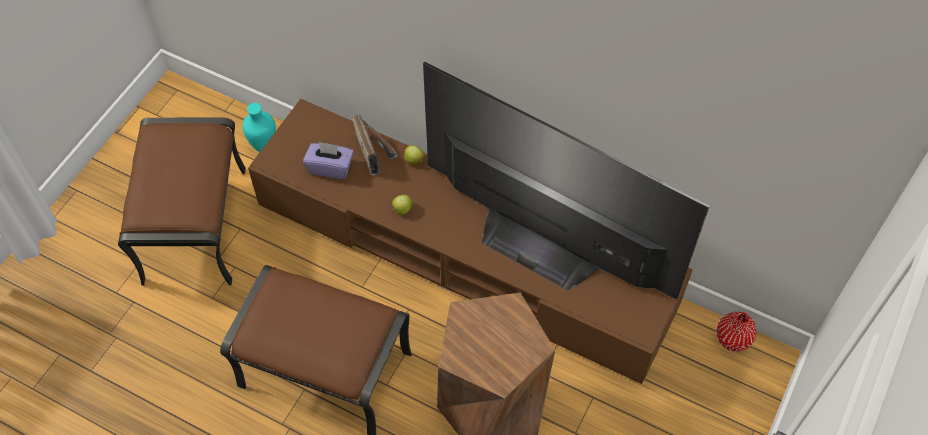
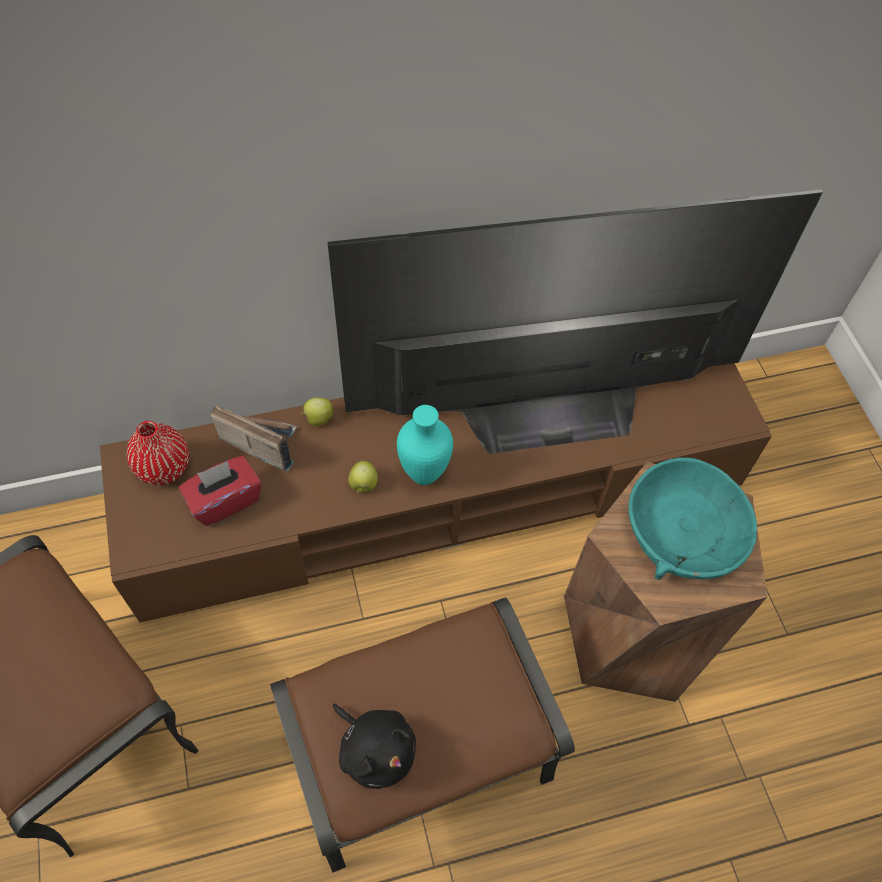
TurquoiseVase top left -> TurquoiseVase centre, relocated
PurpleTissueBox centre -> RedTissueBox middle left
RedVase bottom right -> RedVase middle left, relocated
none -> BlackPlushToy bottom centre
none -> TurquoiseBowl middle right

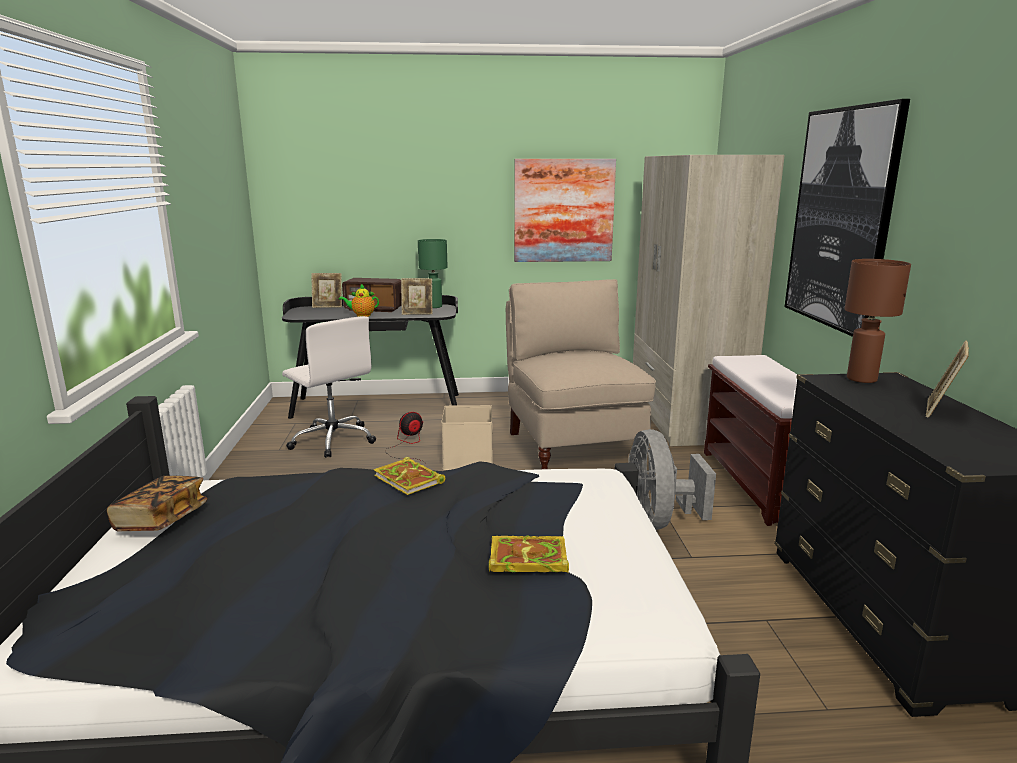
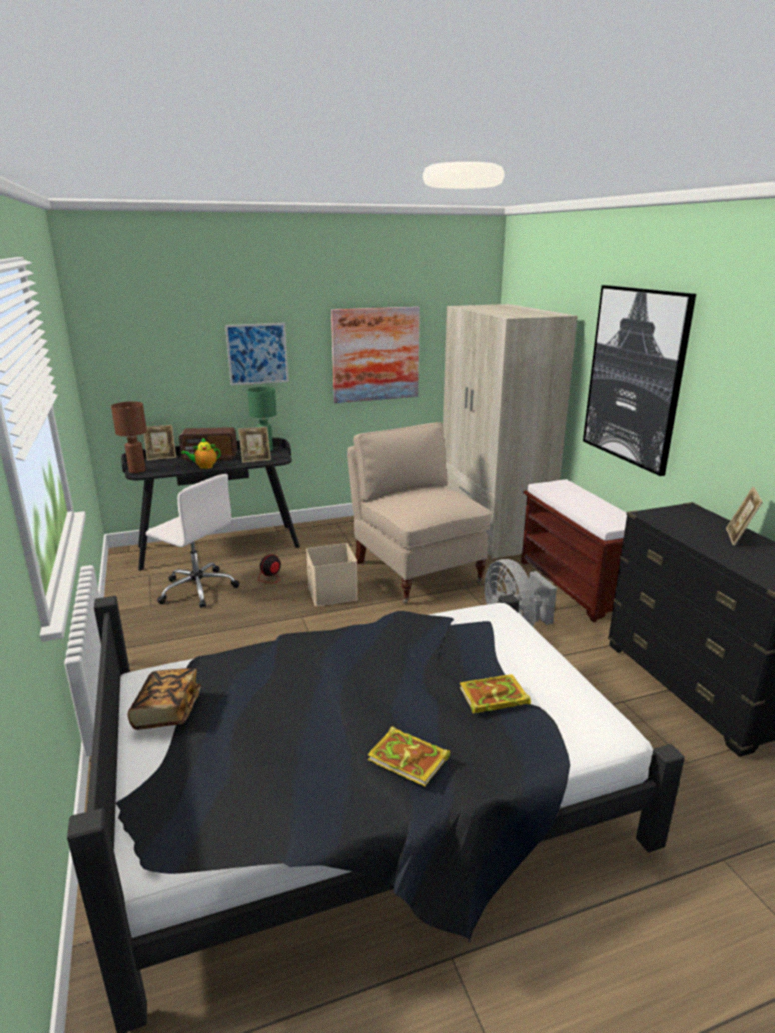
Book (no. 2 from left) centre -> Book (no. 2 from left) bottom centre, relocated
BrownTableLamp middle right -> BrownTableLamp middle left, relocated
none -> Picture (no. 1 from left) middle left

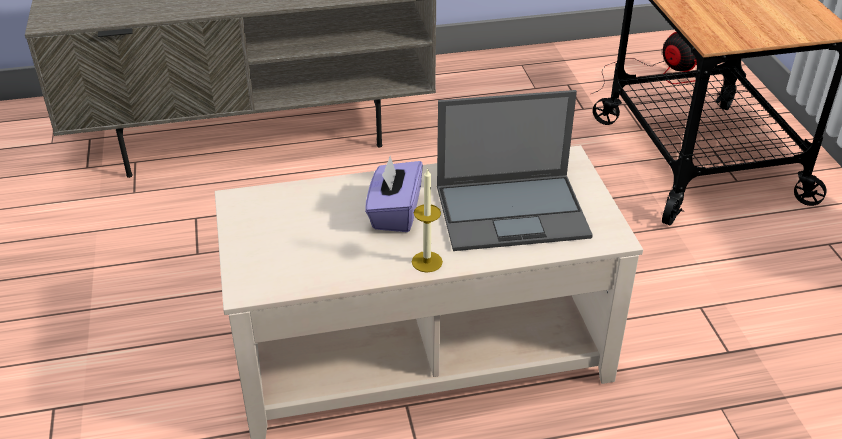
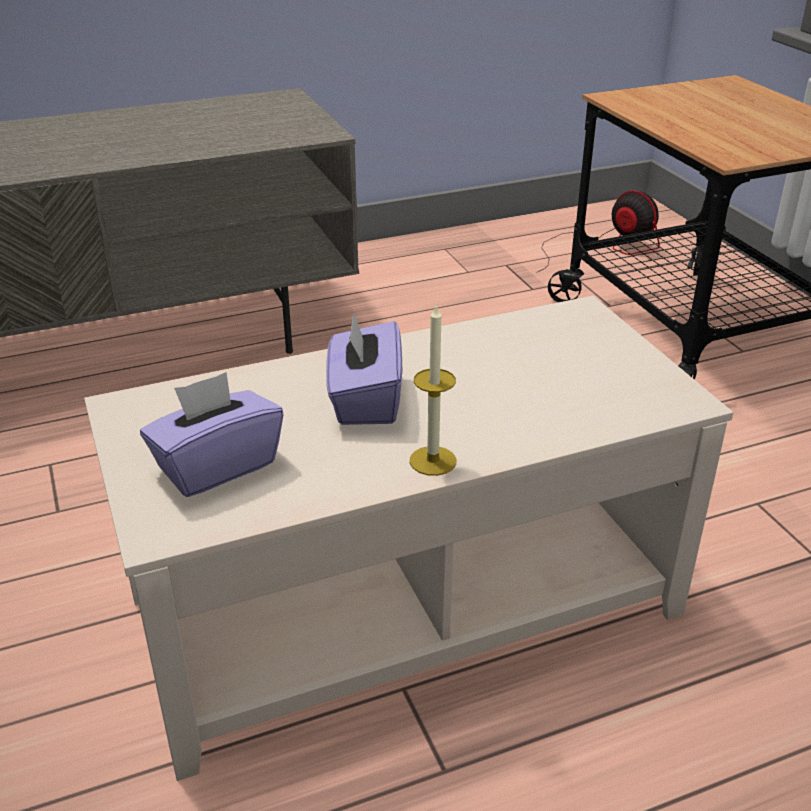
Laptop centre -> none
none -> PurpleTissueBox (no. 1 from left) middle left

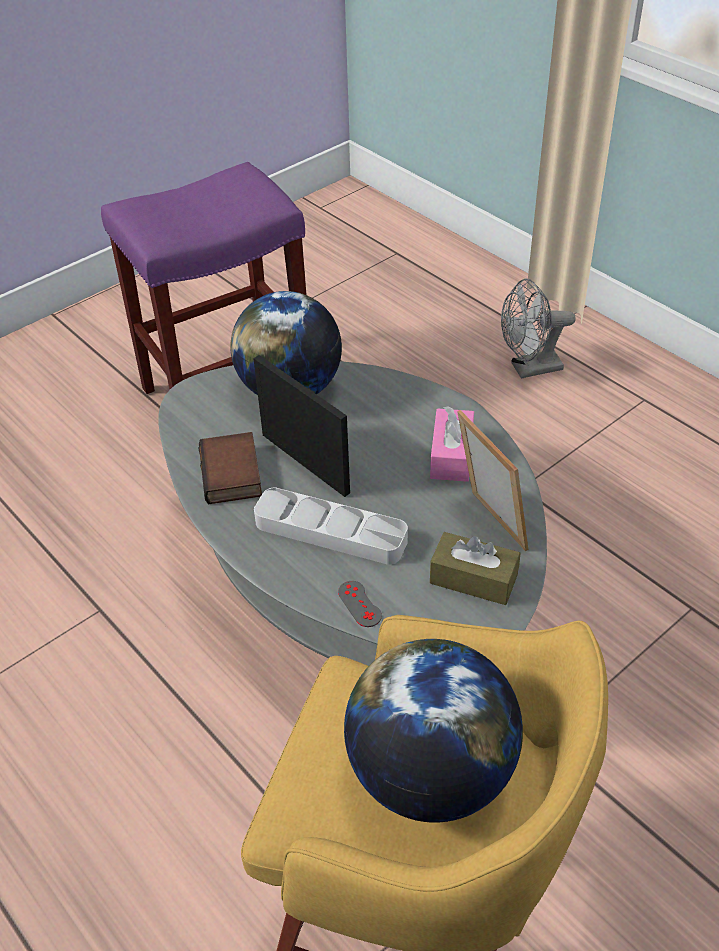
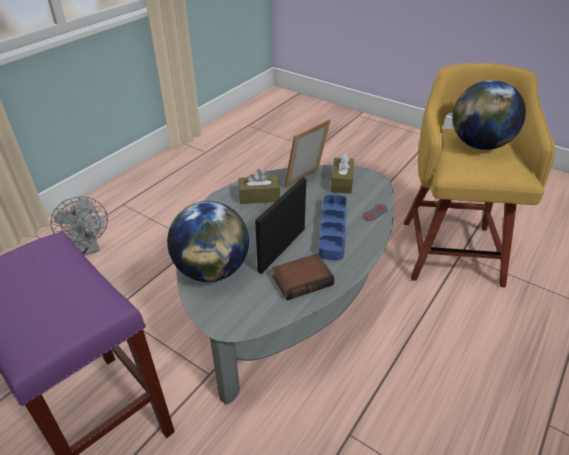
GreyTray centre -> BlueTray centre
PinkTissueBox centre -> BrownTissueBox (no. 1 from left) centre

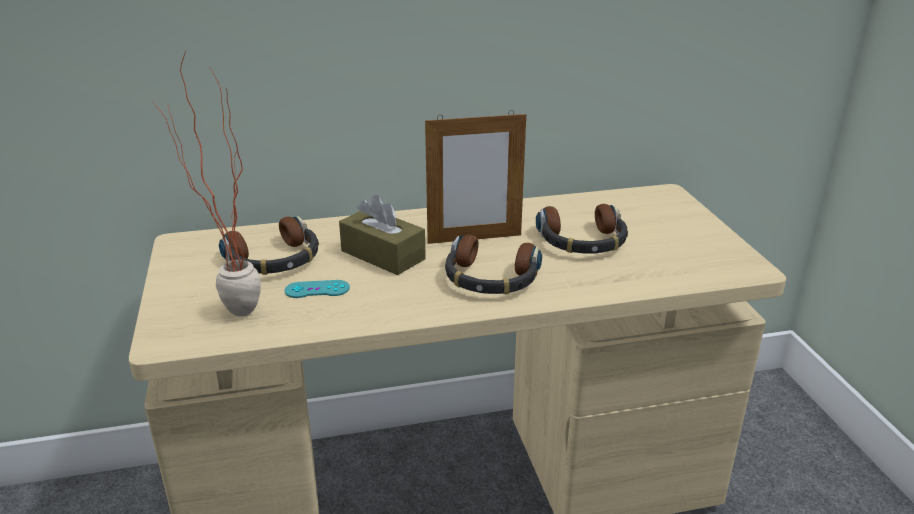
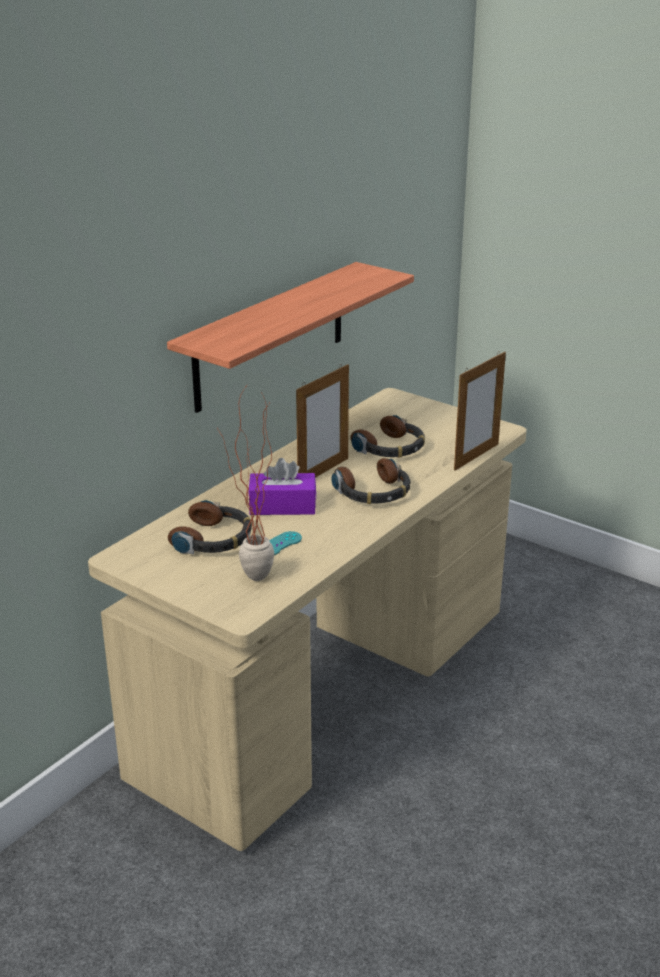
BrownTissueBox centre -> PurpleTissueBox centre
none -> Shelf centre
none -> PictureFrame (no. 2 from left) middle right

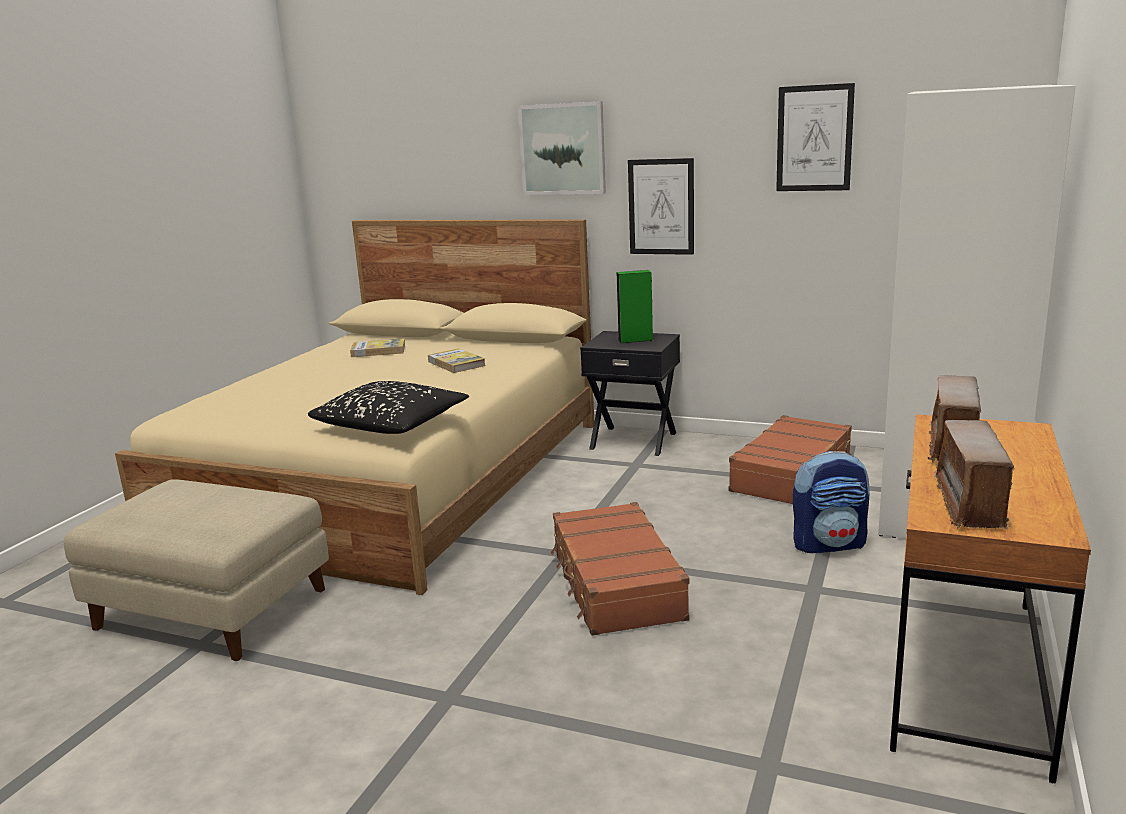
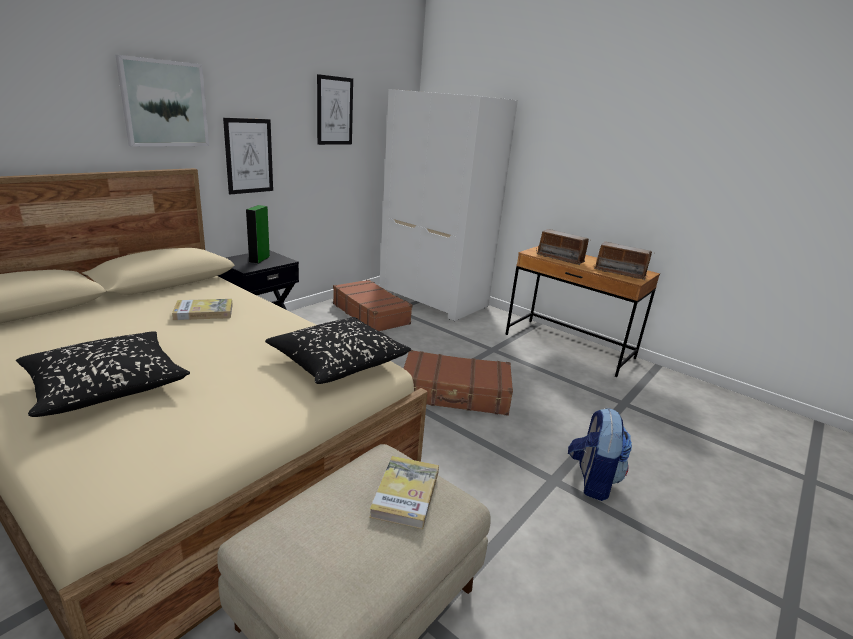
Book (no. 1 from left in the first image) centre -> Book (no. 2 from left) bottom centre, relocated
Backpack middle right -> Backpack bottom right, relocated
none -> BlackPillow (no. 1 from left) middle left

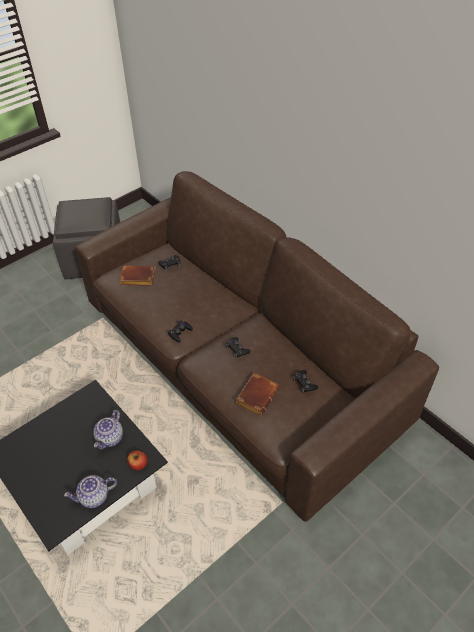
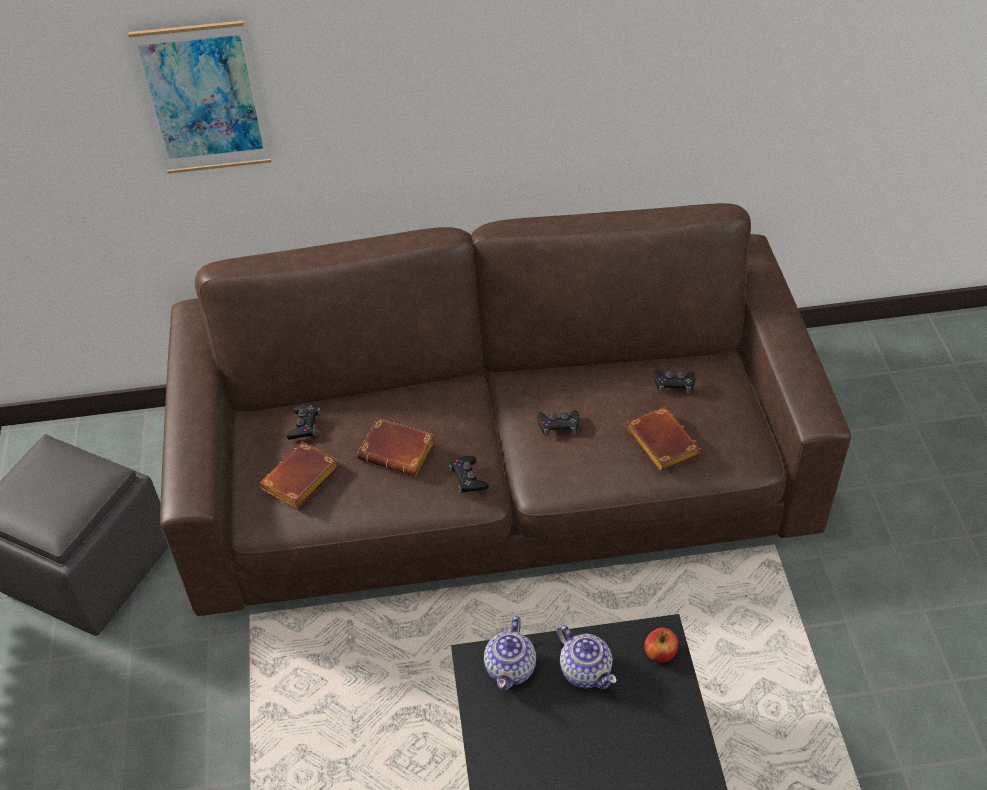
Teapot (no. 1 from left) bottom left -> Teapot (no. 1 from left) bottom centre, relocated
none -> Picture top left
none -> BrownBook (no. 2 from left) centre

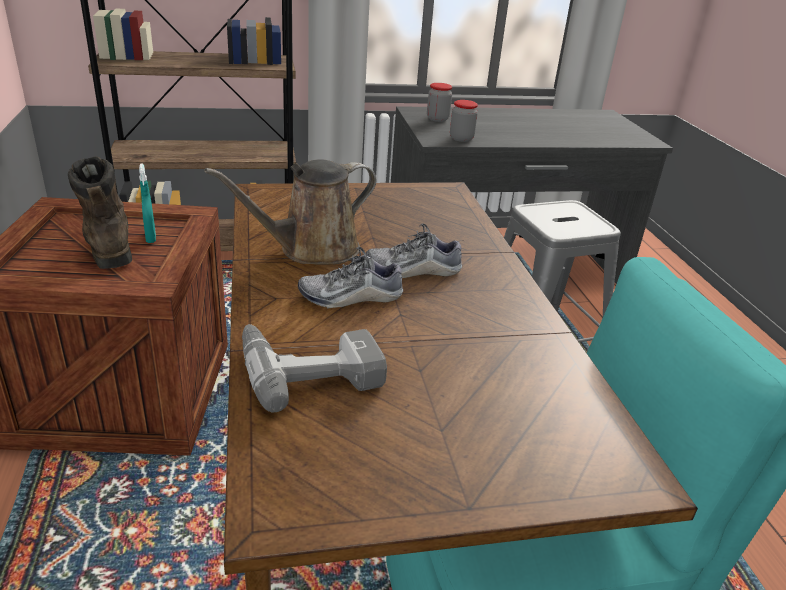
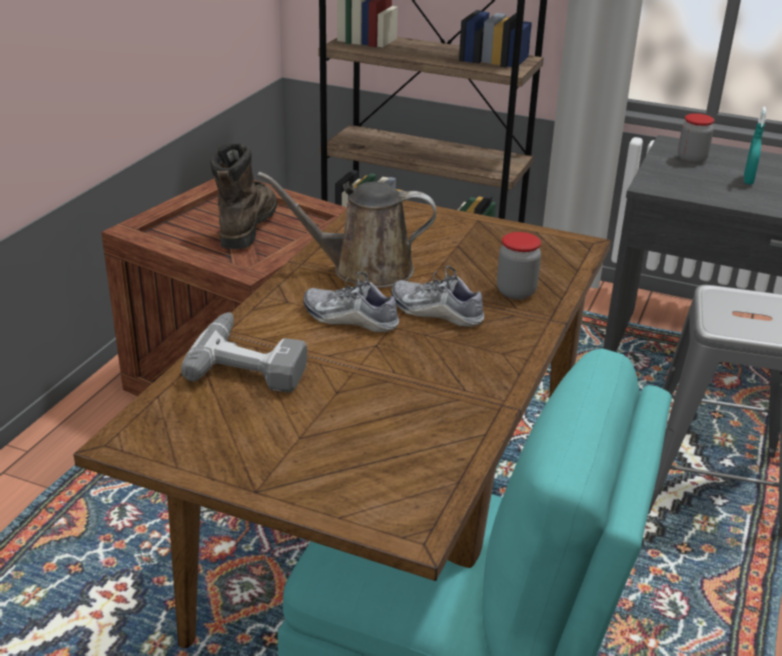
TurquoiseSprayBottle middle left -> TurquoiseSprayBottle top right, relocated
Jar (no. 2 from left in the first image) top centre -> Jar (no. 1 from left) centre, relocated

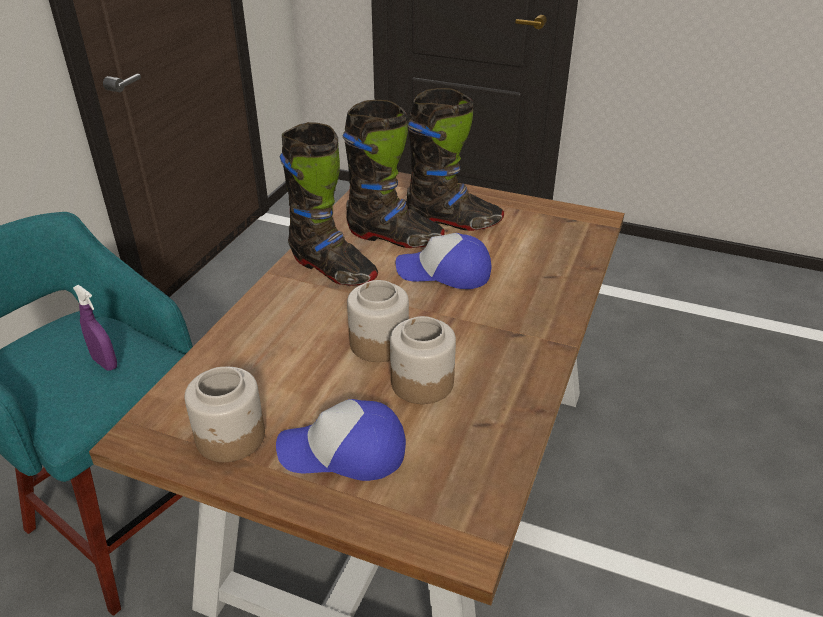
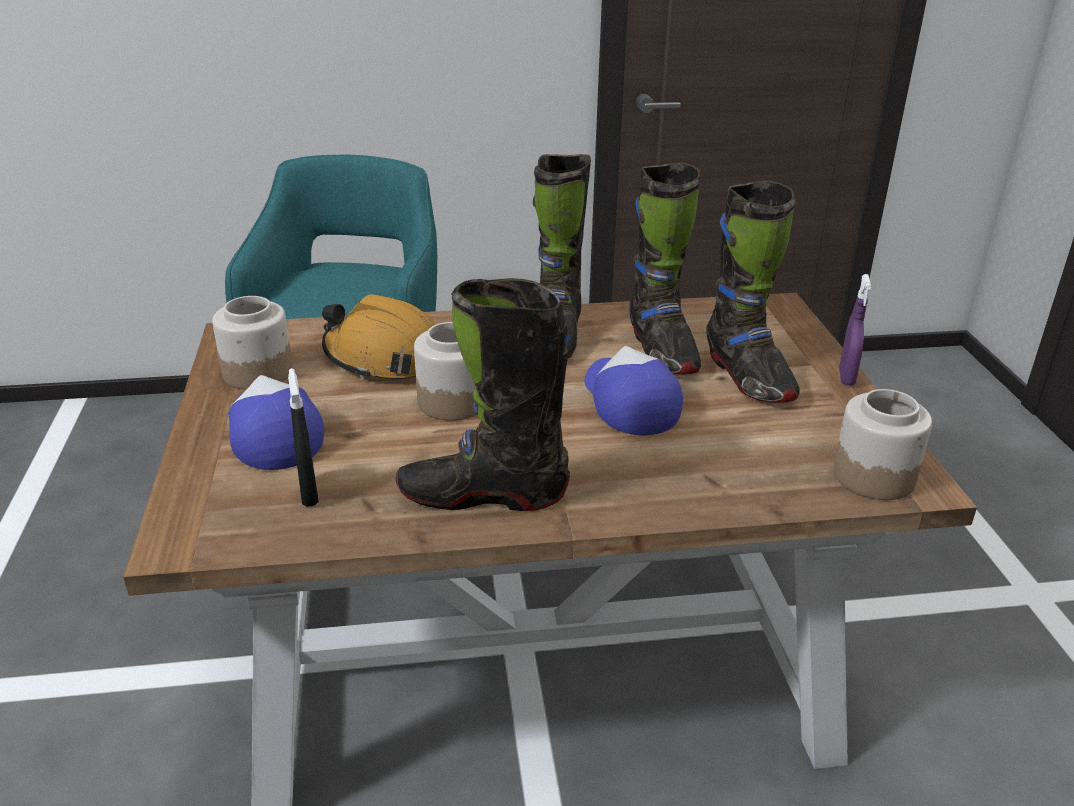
PurpleSprayBottle middle left -> PurpleSprayBottle middle right, relocated
Jar (no. 3 from left) centre -> Jar (no. 3 from left) middle right, relocated
none -> BlackSprayBottle middle left
none -> OrangeHardHat centre
none -> BlackBoot (no. 1 from left) centre

